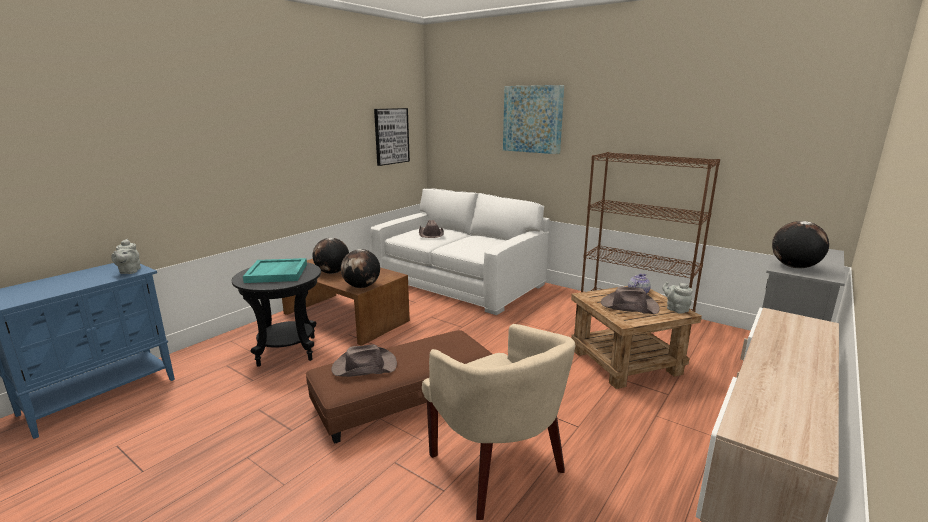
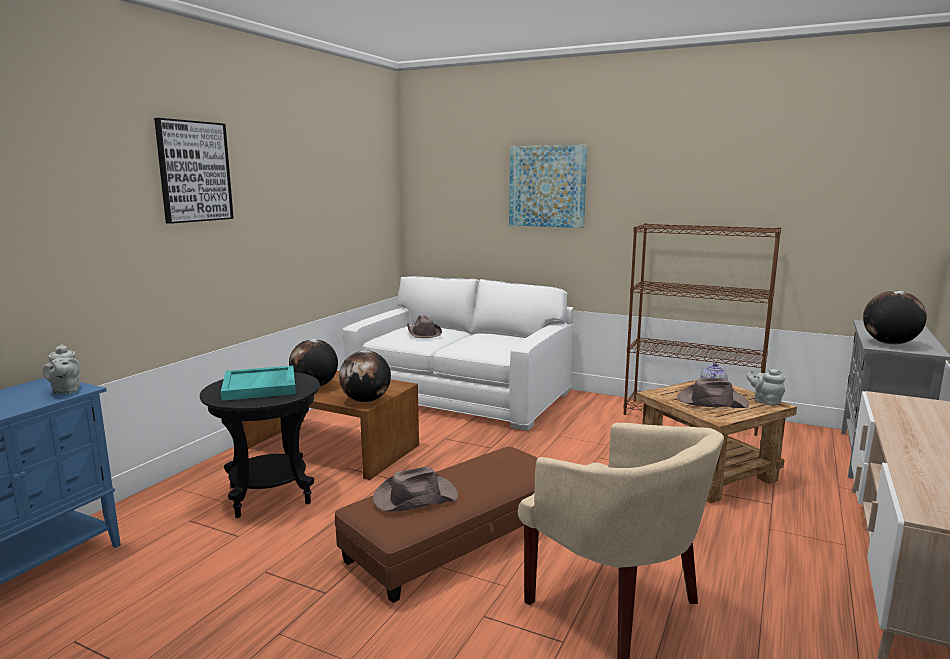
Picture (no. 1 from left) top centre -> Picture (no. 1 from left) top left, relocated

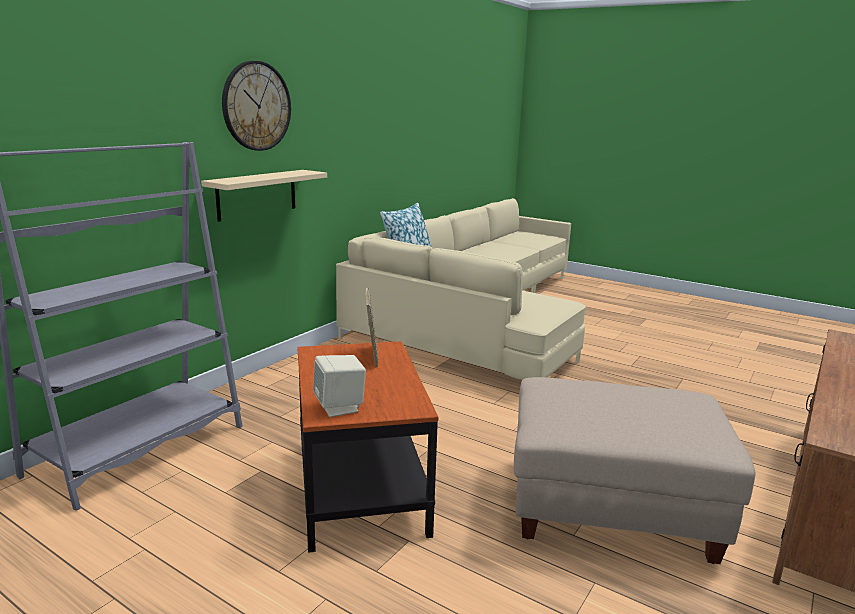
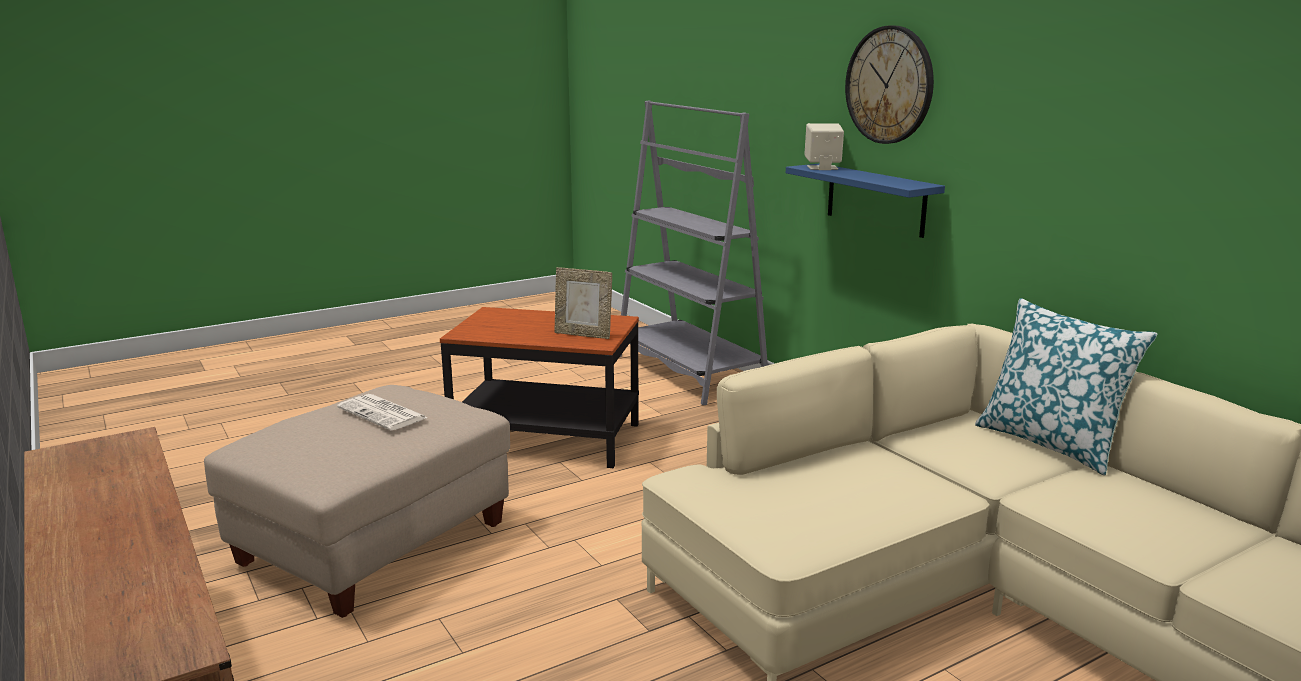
BeigeShelf top left -> BlueShelf top centre
BeigeSpeaker centre -> BeigeSpeaker top centre, relocated
none -> Newspaper middle left

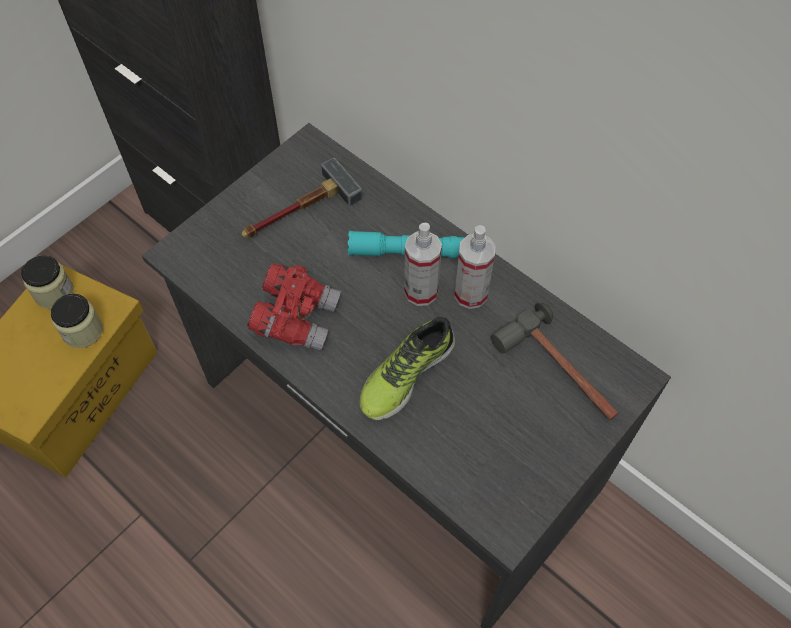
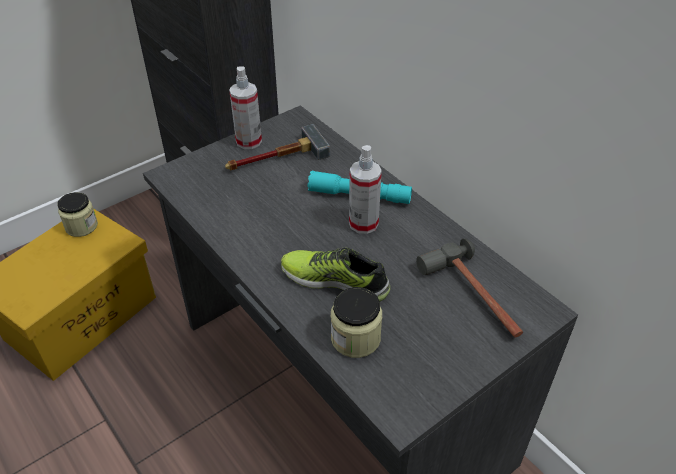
Jar (no. 2 from left) middle left -> Jar (no. 2 from left) bottom centre, relocated
RedBinoculars centre -> none
Shoe centre, 60 degrees clockwise
SprayBottle (no. 2 from left in the first image) centre -> SprayBottle (no. 1 from left) top centre, relocated

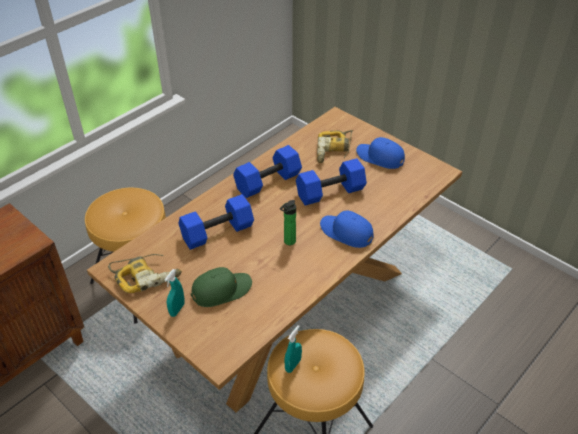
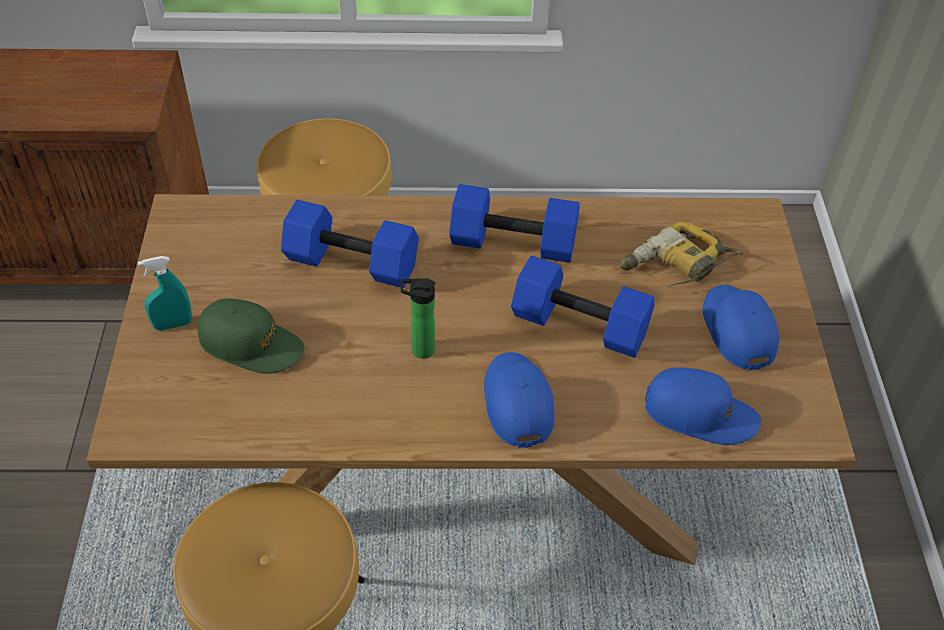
PowerDrill (no. 1 from left) middle left -> none
TurquoiseSprayBottle (no. 2 from left) bottom centre -> none
none -> BlueCap (no. 2 from left) middle right

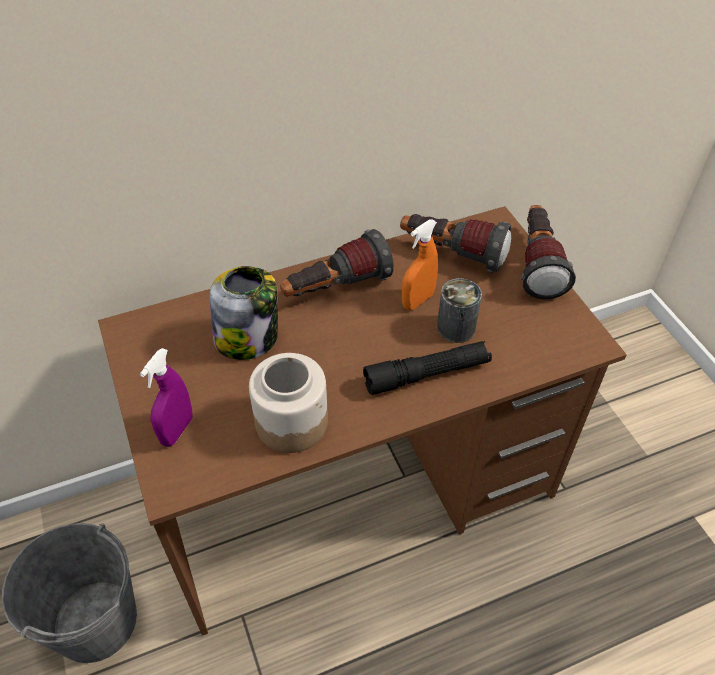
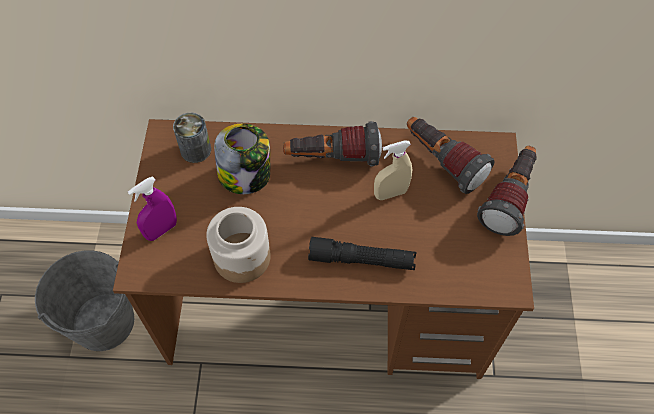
OrangeSprayBottle centre -> BeigeSprayBottle centre
Can centre -> Can middle left, relocated

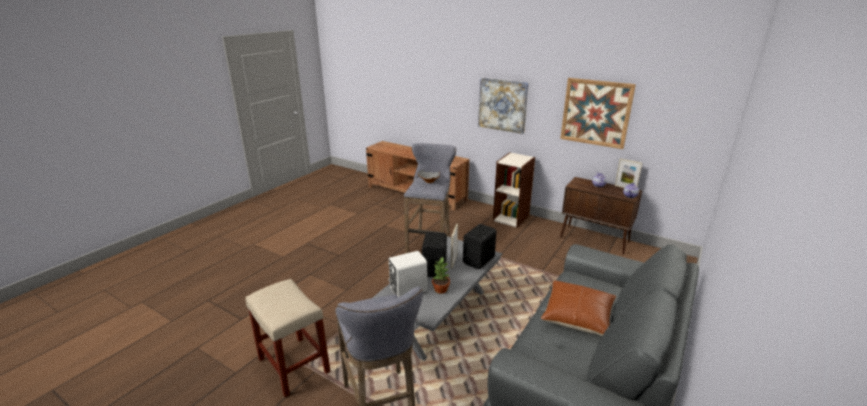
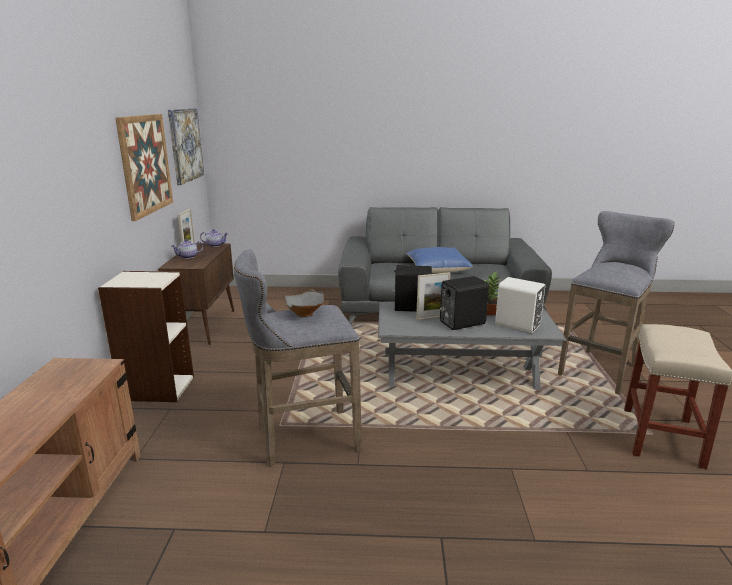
Picture (no. 1 from left in the first image) top centre -> Picture (no. 2 from left) top left, relocated
BrownPillow bottom right -> BluePillow centre

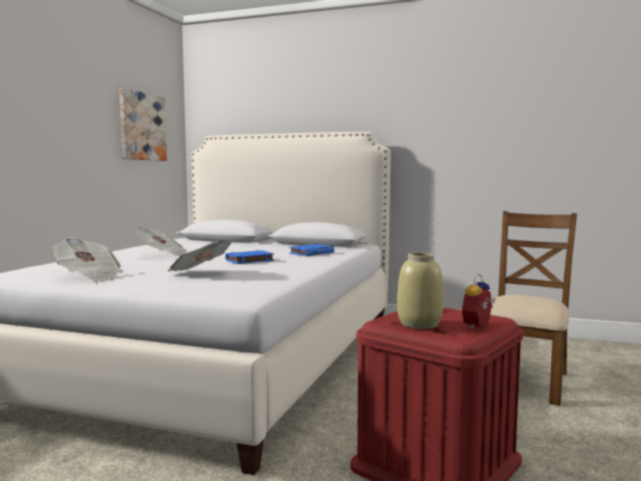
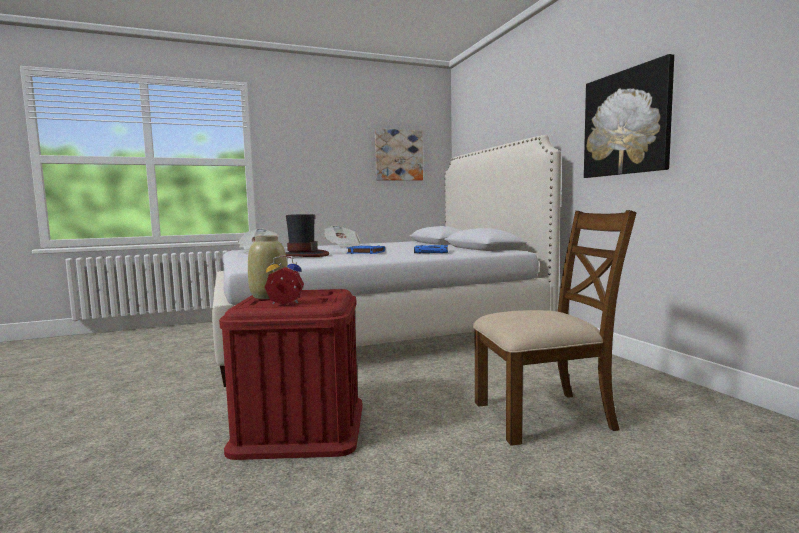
Newspaper (no. 3 from left) middle left -> Hat centre
none -> Picture (no. 2 from left) top right

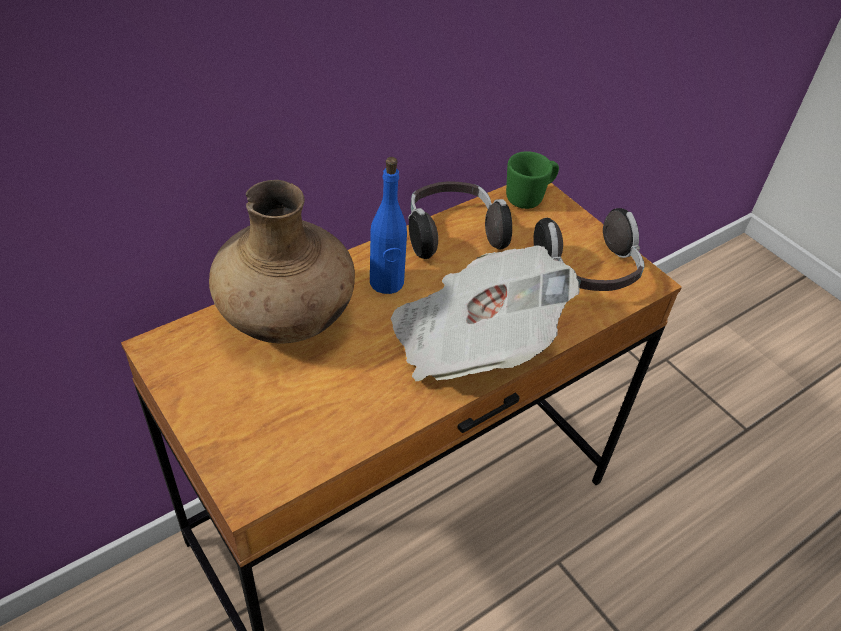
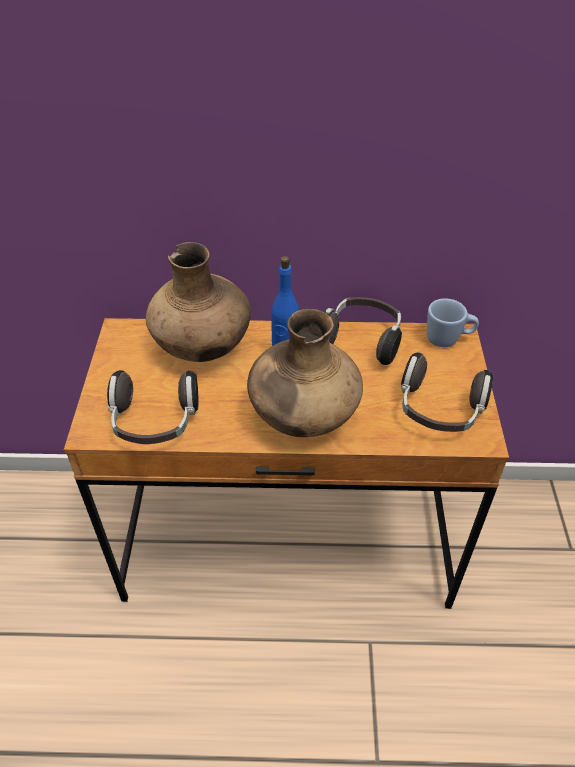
Newspaper centre -> BrownVase (no. 2 from left) centre
GreenMug top centre -> BlueMug middle right
none -> Headphones (no. 1 from left) middle left

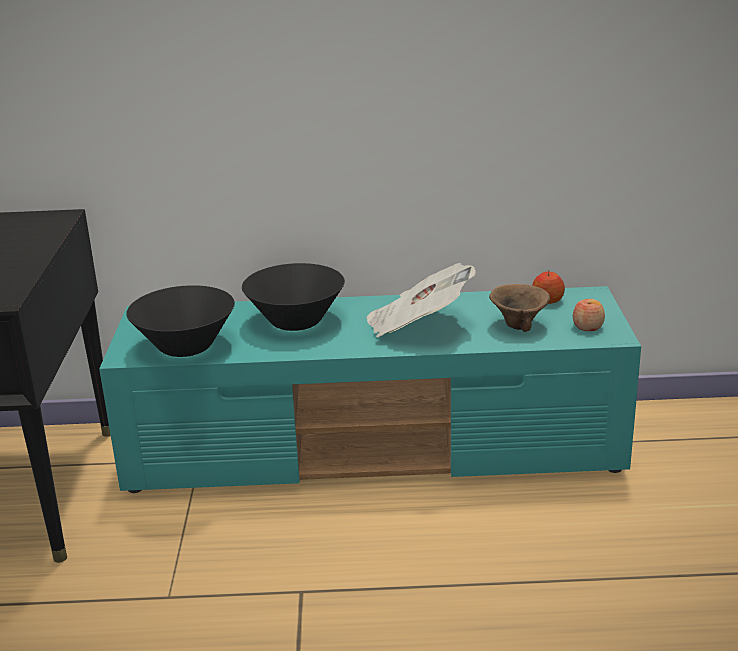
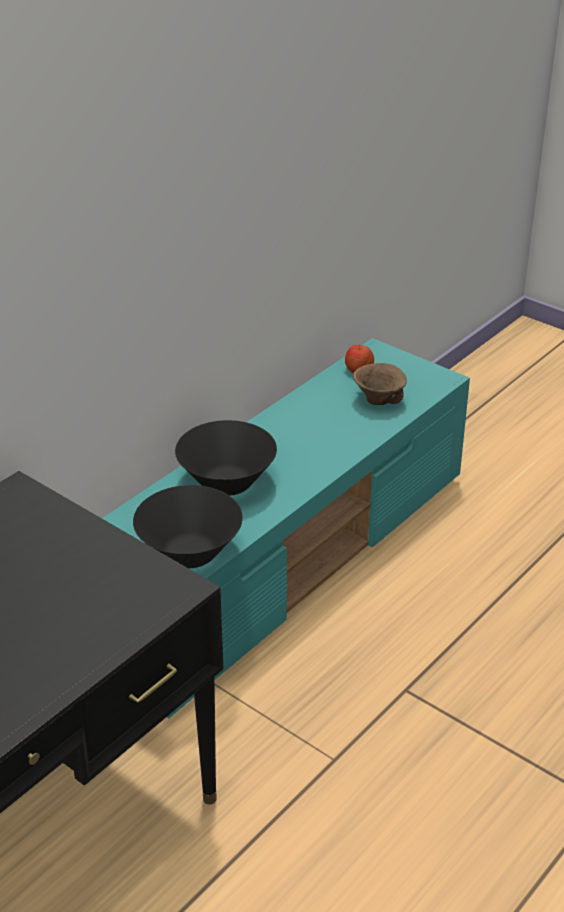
Newspaper centre -> none
Apple (no. 2 from left) middle right -> none

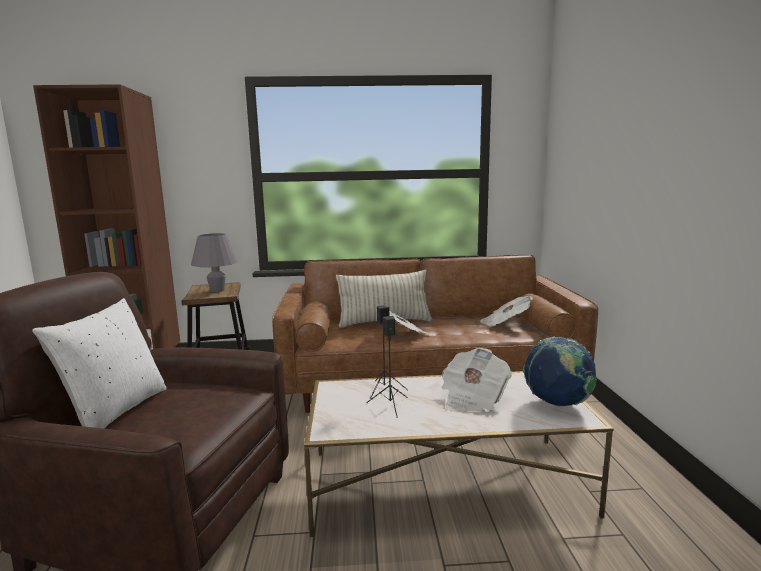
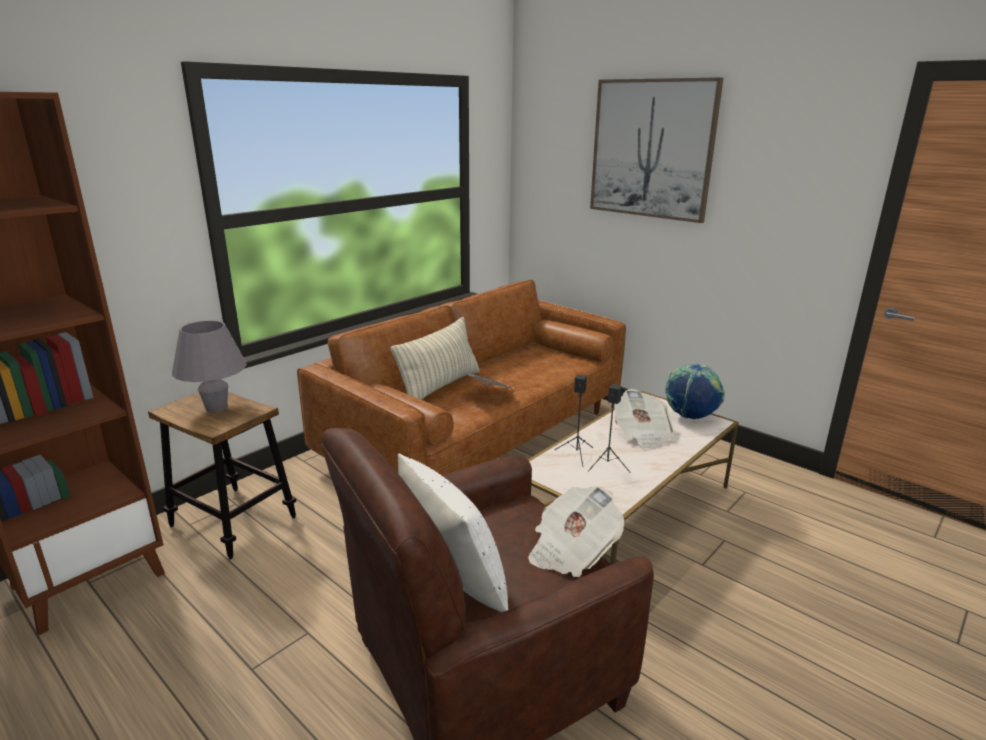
Newspaper (no. 3 from left in the first image) centre -> Newspaper (no. 2 from left) bottom centre, relocated
none -> Picture top centre

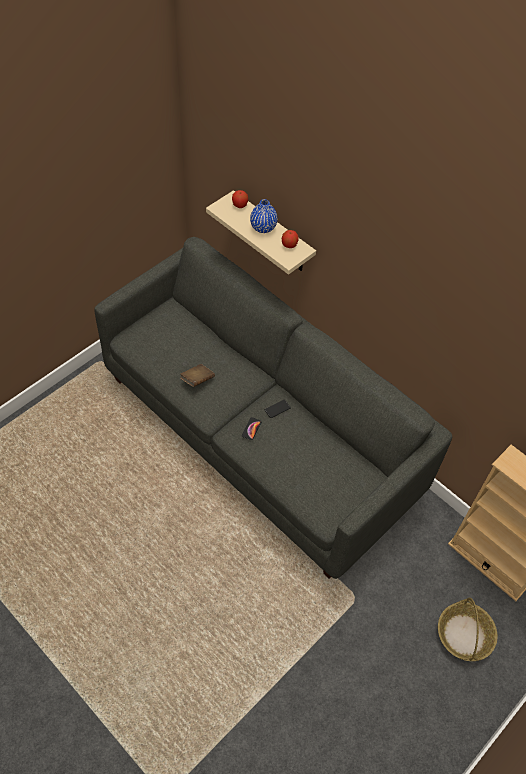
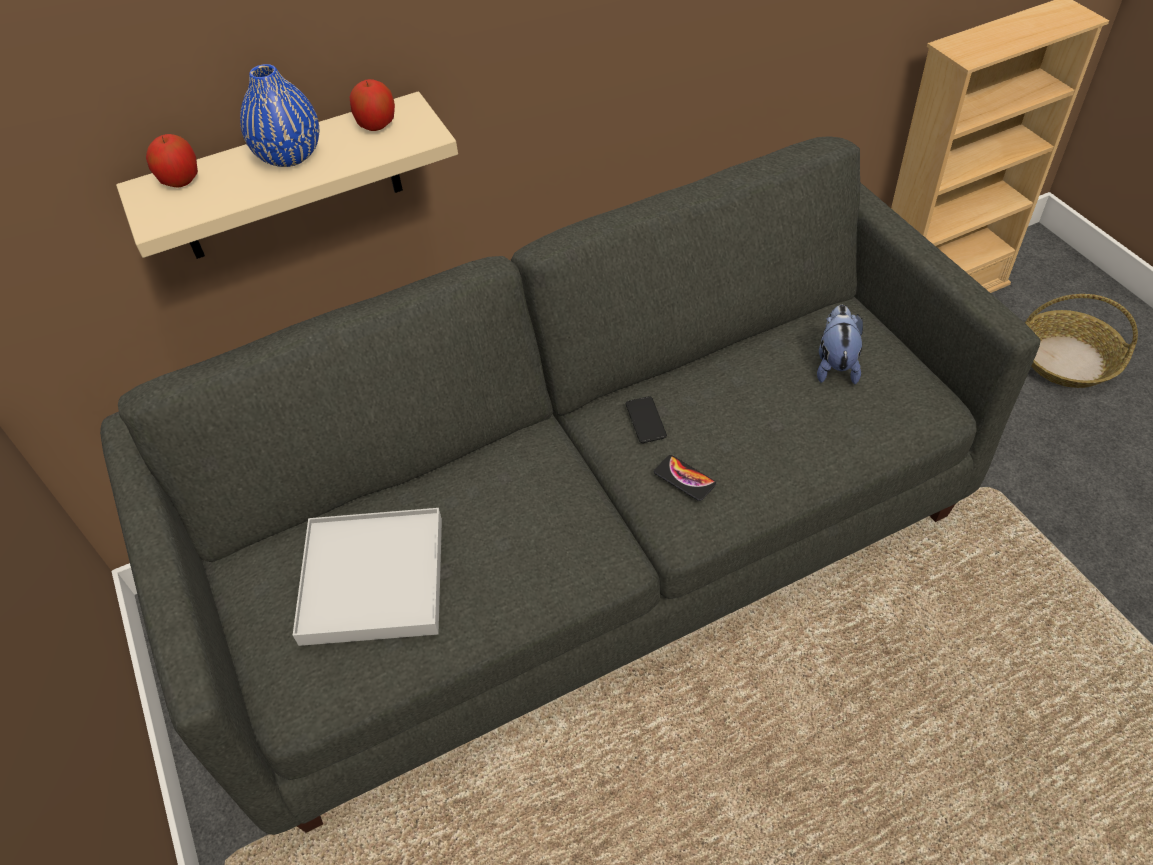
BrownBook centre -> none
none -> WhiteTray bottom left
none -> PlushToy middle right

